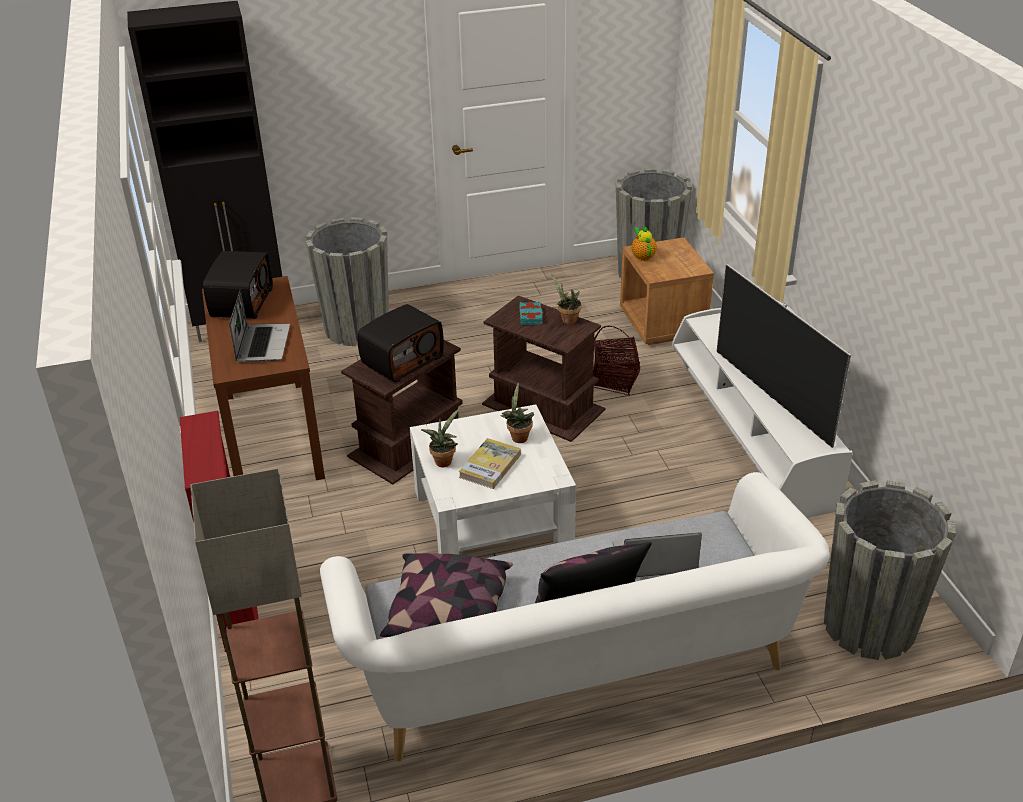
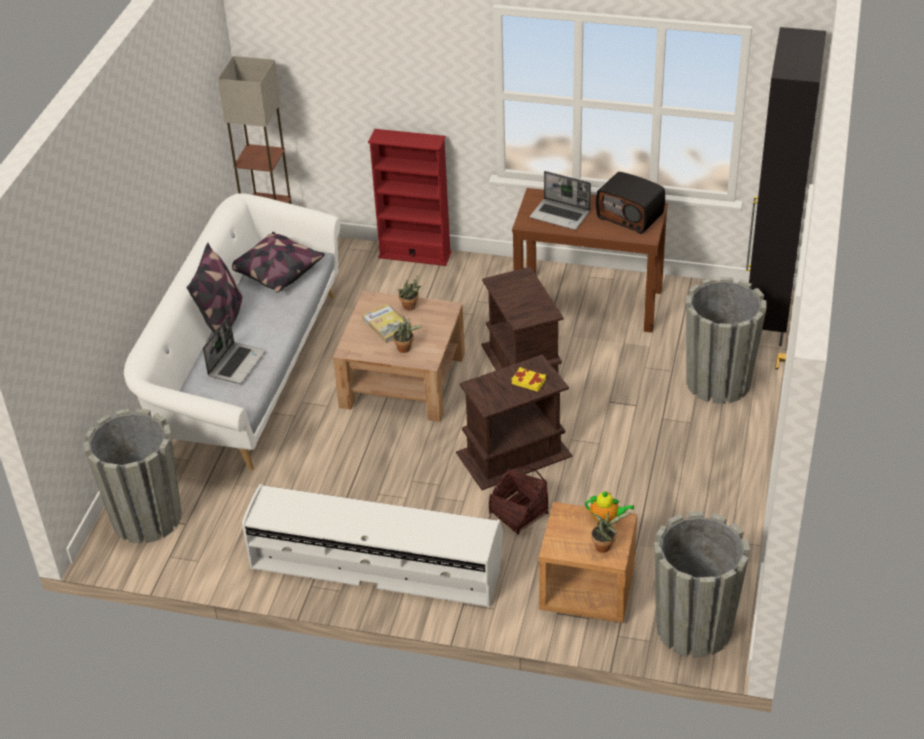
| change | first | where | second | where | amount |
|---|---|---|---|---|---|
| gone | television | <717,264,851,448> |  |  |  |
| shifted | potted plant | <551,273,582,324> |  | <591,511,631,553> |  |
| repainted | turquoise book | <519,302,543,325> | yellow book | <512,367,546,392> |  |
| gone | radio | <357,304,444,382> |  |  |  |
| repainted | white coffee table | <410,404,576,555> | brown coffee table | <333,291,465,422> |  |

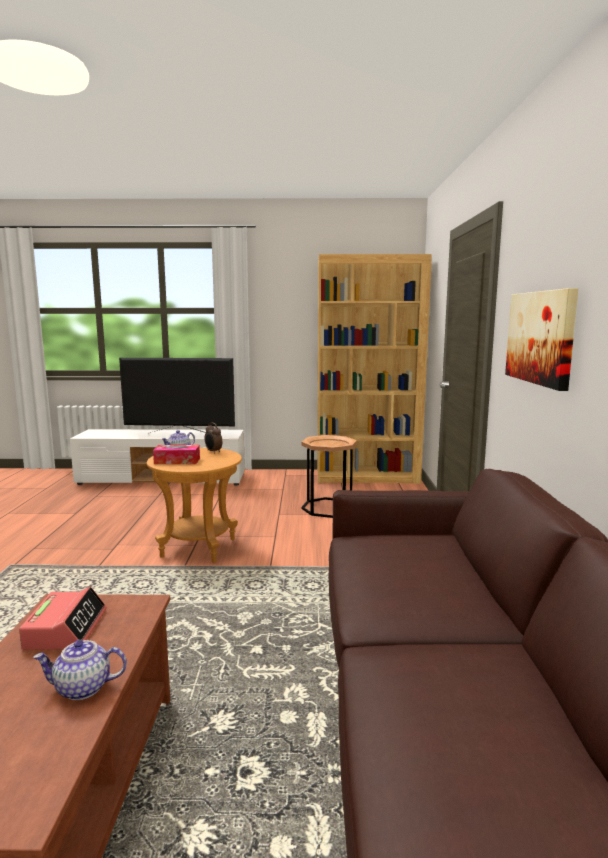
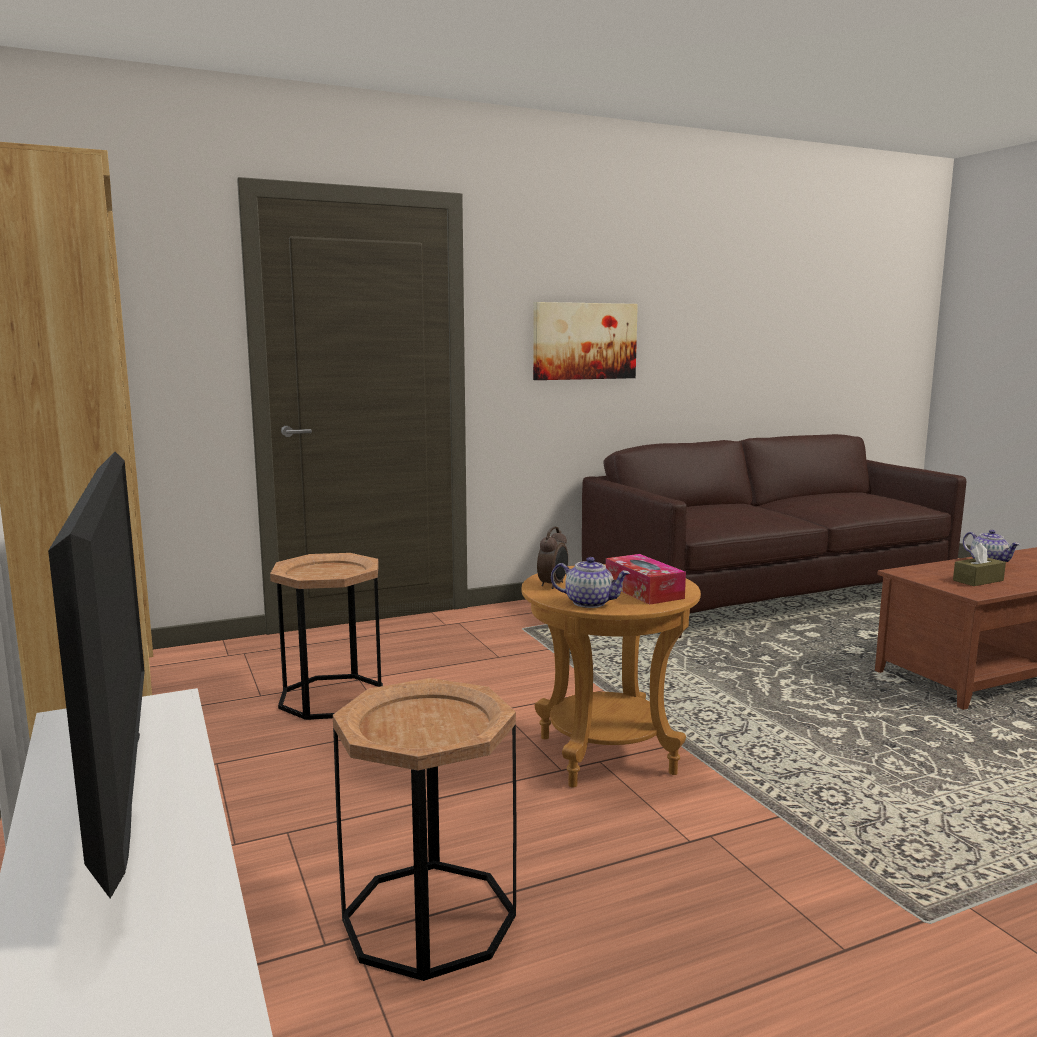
| change | first | where | second | where | amount |
|---|---|---|---|---|---|
| swapped | alarm clock | <19,587,107,650> | brown tissue box | <953,543,1006,586> |  |
| new |  |  | brown side table | <333,678,516,981> |  |

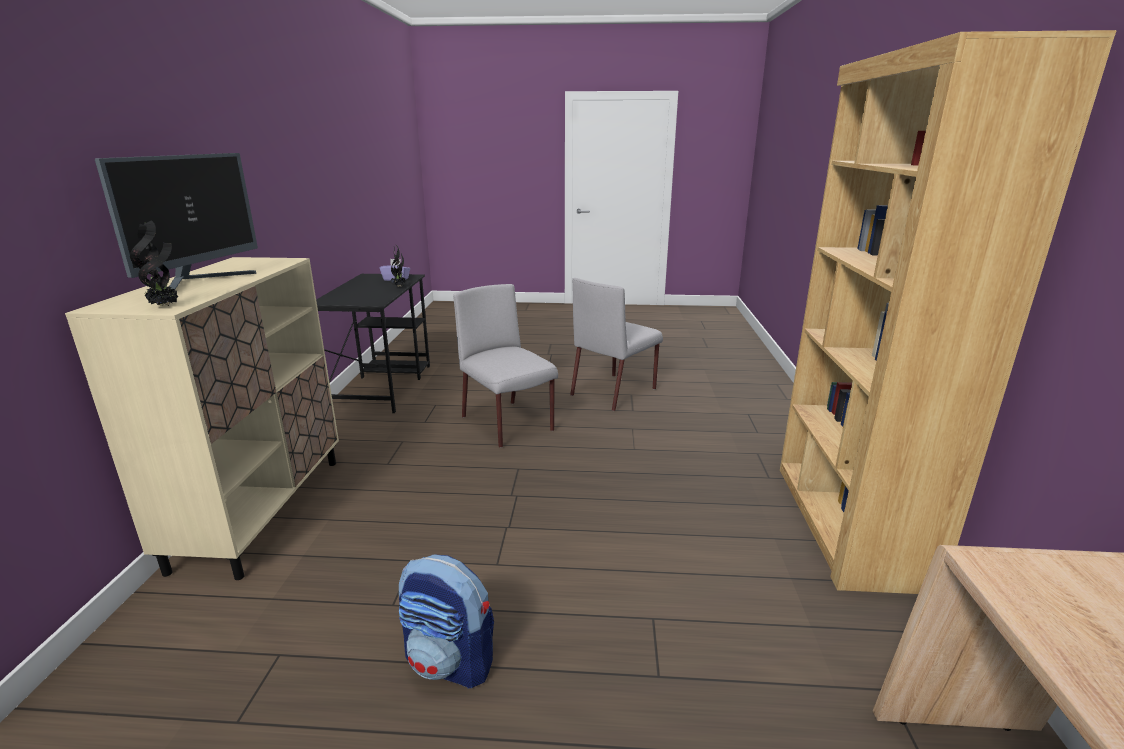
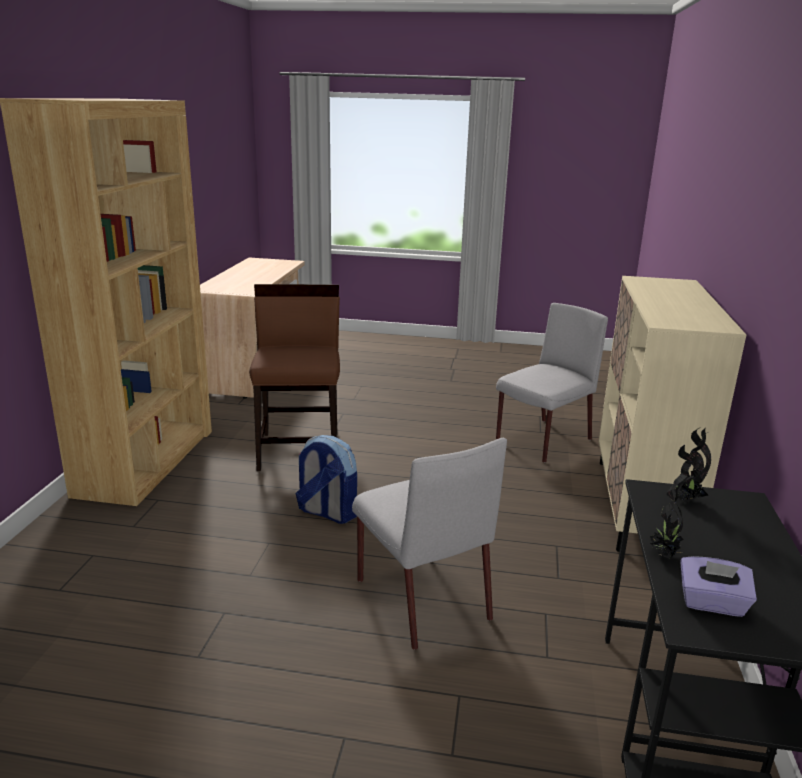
| change | first | where | second | where | amount |
|---|---|---|---|---|---|
| gone | monitor | <95,153,258,290> |  |  |  |
| shifted | potted plant | <130,220,179,306> |  | <674,427,711,502> |  |
| shifted | grey chair | <570,278,663,411> |  | <496,303,608,463> |  |
| shifted | backpack | <399,554,494,688> |  | <296,435,357,524> |  |
| new |  |  | brown chair | <249,284,340,471> |  |

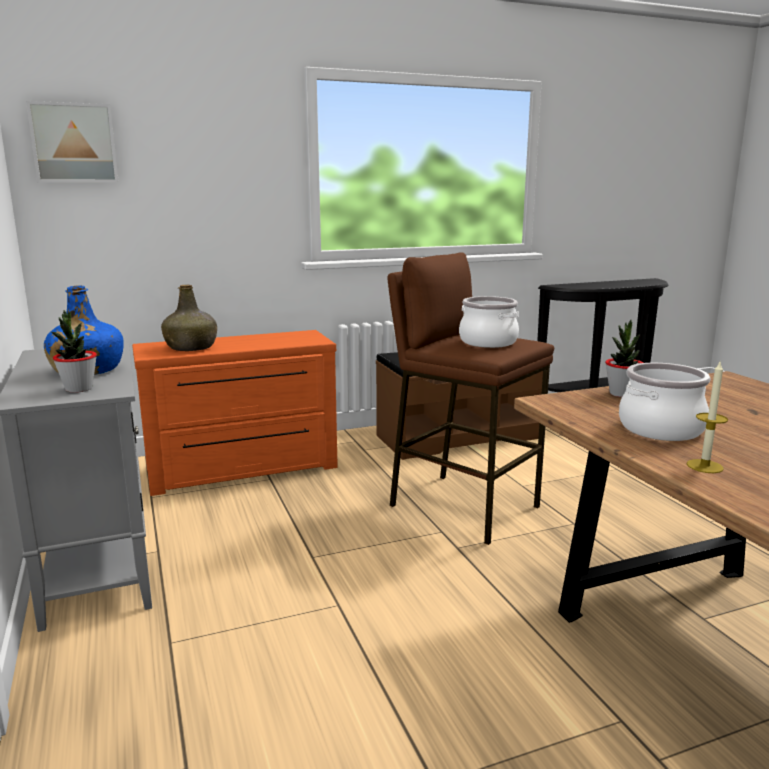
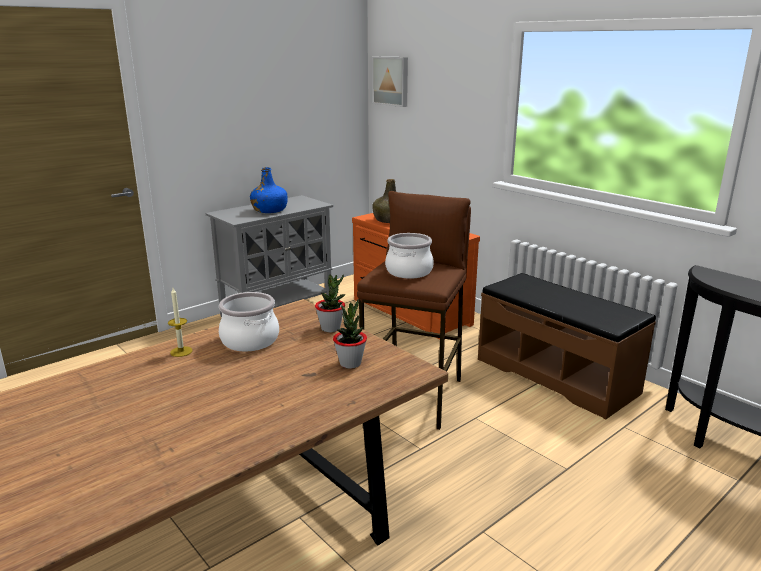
| change | first | where | second | where | amount |
|---|---|---|---|---|---|
| shifted | potted plant | <51,310,97,393> |  | <333,299,367,369> |  |

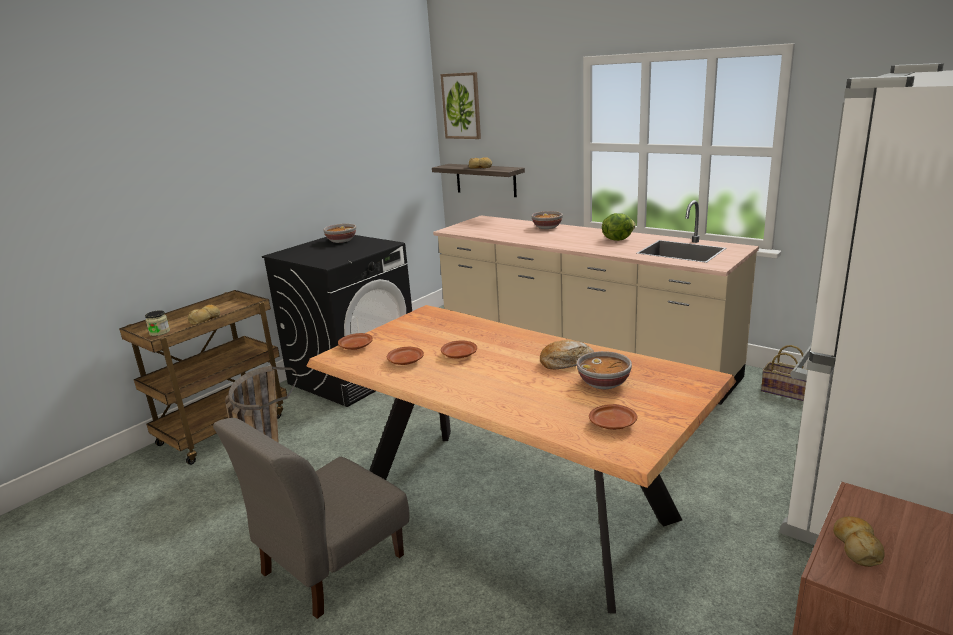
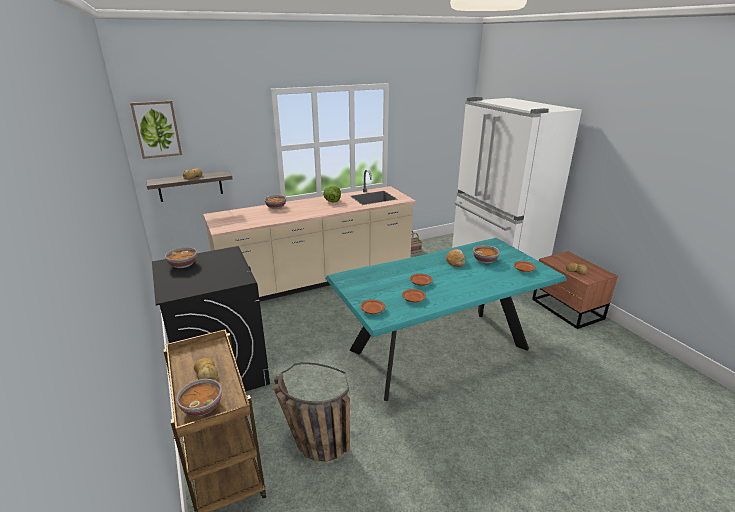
| change | first | where | second | where | amount |
|---|---|---|---|---|---|
| repainted | brown dining table | <306,305,736,614> | turquoise dining table | <325,238,567,401> |  |
| swapped | jar | <145,310,170,336> | bowl | <176,379,222,416> |  |
| gone | grey chair | <213,418,409,619> |  |  |  |

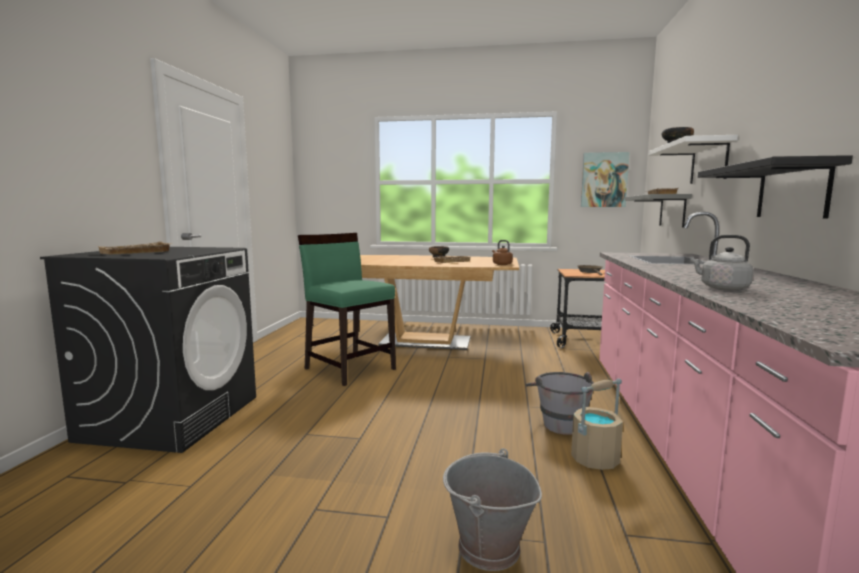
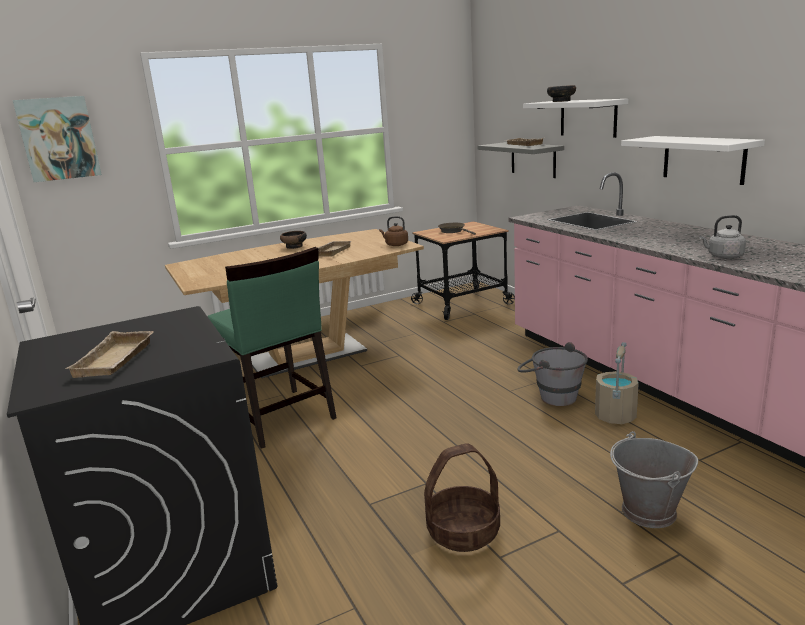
| change | first | where | second | where | amount |
|---|---|---|---|---|---|
| shifted | picture | <581,152,630,207> |  | <13,96,102,182> |  |
| repainted | black shelf | <698,155,853,219> | white shelf | <621,136,765,185> |  |
| rotated | green chair | <298,233,396,386> |  | <207,247,337,449> | 135 degrees counterclockwise |
| new |  |  | basket | <424,443,500,552> |  |

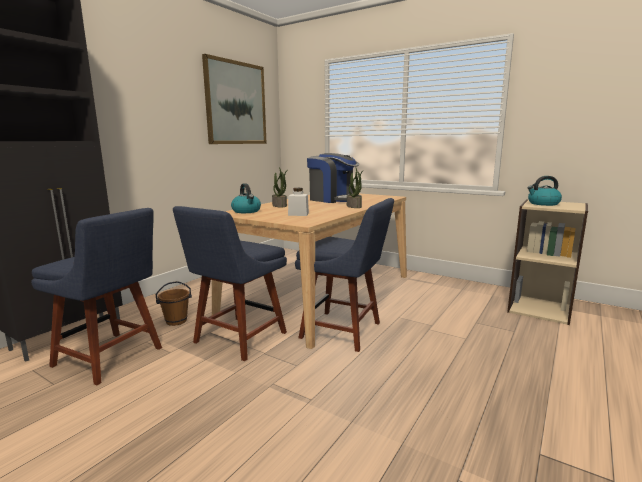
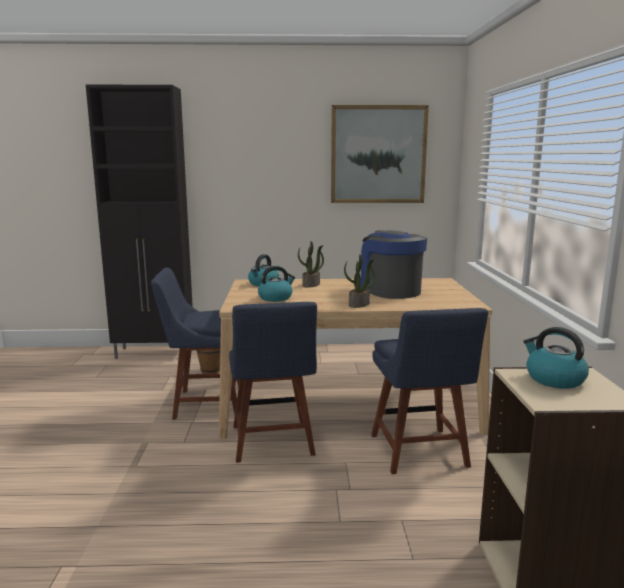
| change | first | where | second | where | amount |
|---|---|---|---|---|---|
| rotated | coffee machine | <307,153,362,203> |  | <360,230,427,299> | 150 degrees clockwise |
| swapped | white jar | <288,188,309,216> | kettle | <258,266,295,302> |  |
| shifted | blue chair | <31,208,162,386> |  | <371,308,488,474> |  |

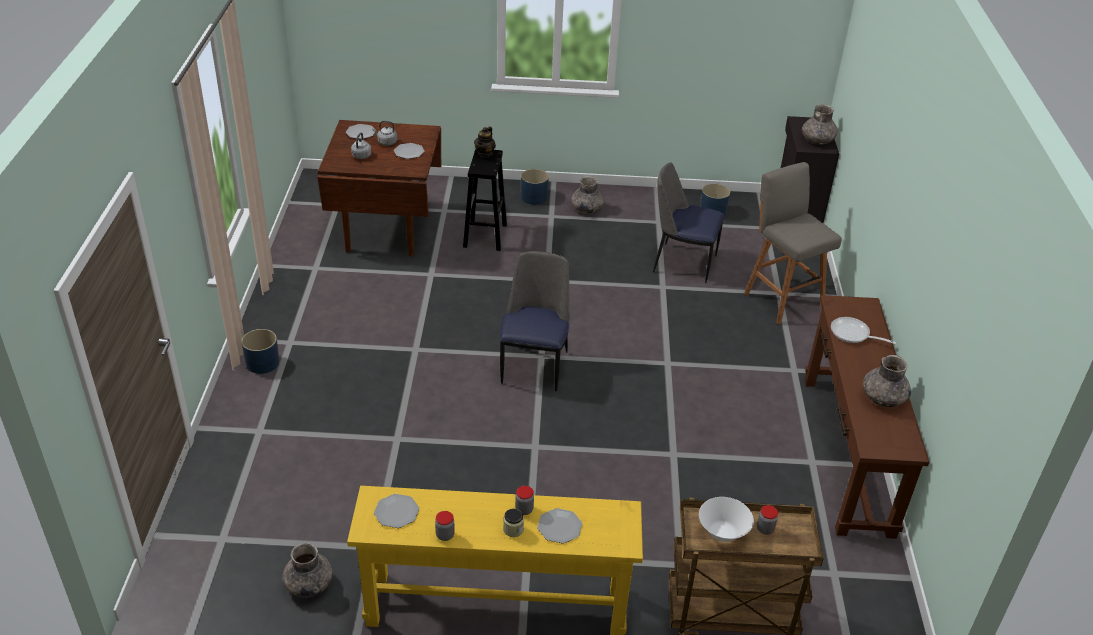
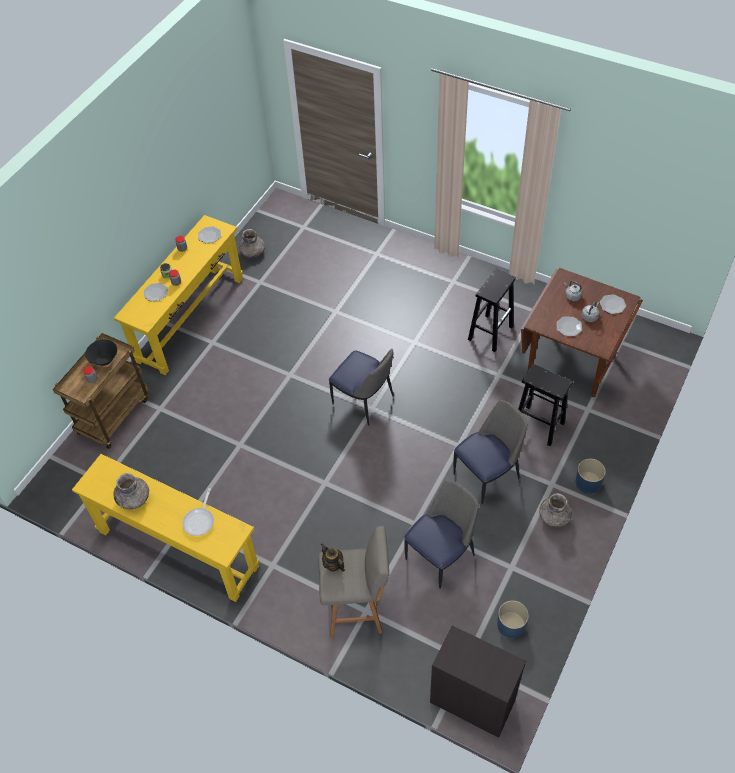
| change | first | where | second | where | amount |
|---|---|---|---|---|---|
| gone | grey vase | <802,104,838,144> |  |  |  |
| shifted | teapot | <474,126,496,158> |  | <321,543,345,571> |  |
| repainted | brown console table | <805,295,929,539> | yellow console table | <72,454,260,602> |  |
| rotated | frying pan | <831,317,896,344> |  | <182,488,214,536> | 135 degrees clockwise |
| gone | blue planter | <241,329,279,374> |  |  |  |
| repainted | white bowl | <699,497,754,542> | black bowl | <85,340,117,366> |  |
| new |  |  | black stool | <468,269,516,352> |  |
| new |  |  | chair | <453,400,528,504> |  |

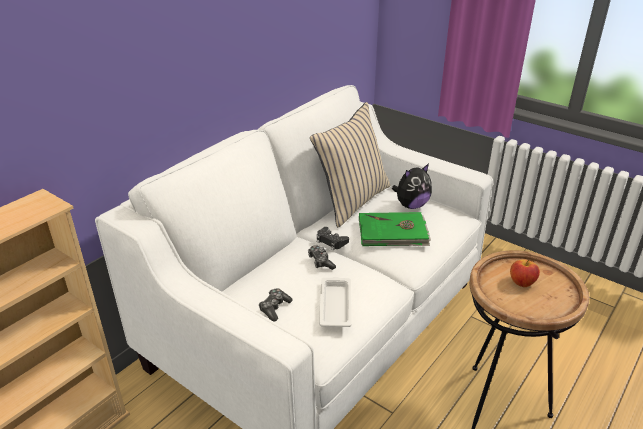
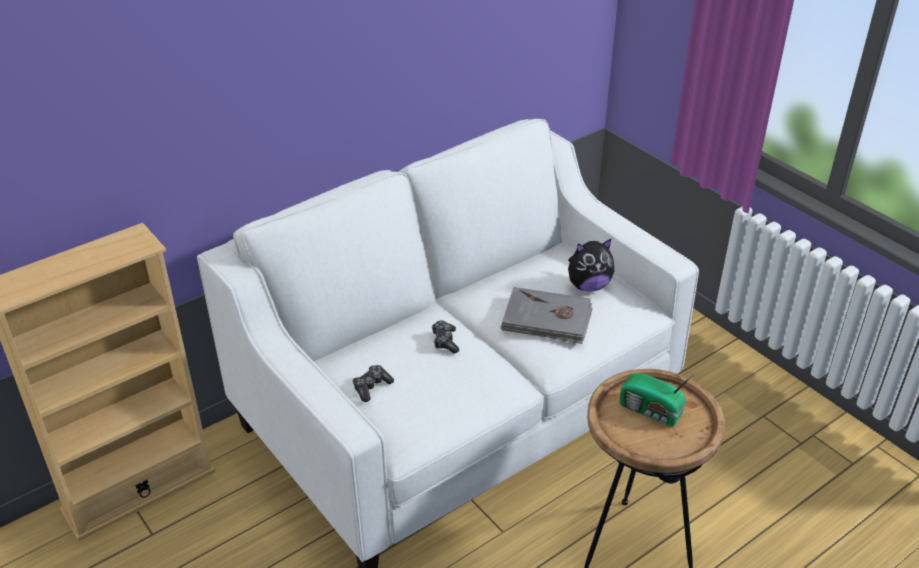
| change | first | where | second | where | amount |
|---|---|---|---|---|---|
| gone | beige pillow | <310,102,390,227> |  |  |  |
| repainted | green book | <359,212,431,246> | grey book | <500,287,593,344> |  |
| gone | black game controller | <317,227,349,251> |  |  |  |
| swapped | apple | <510,259,540,287> | radio | <619,372,696,427> |  |
| gone | white tray | <319,277,352,327> |  |  |  |

